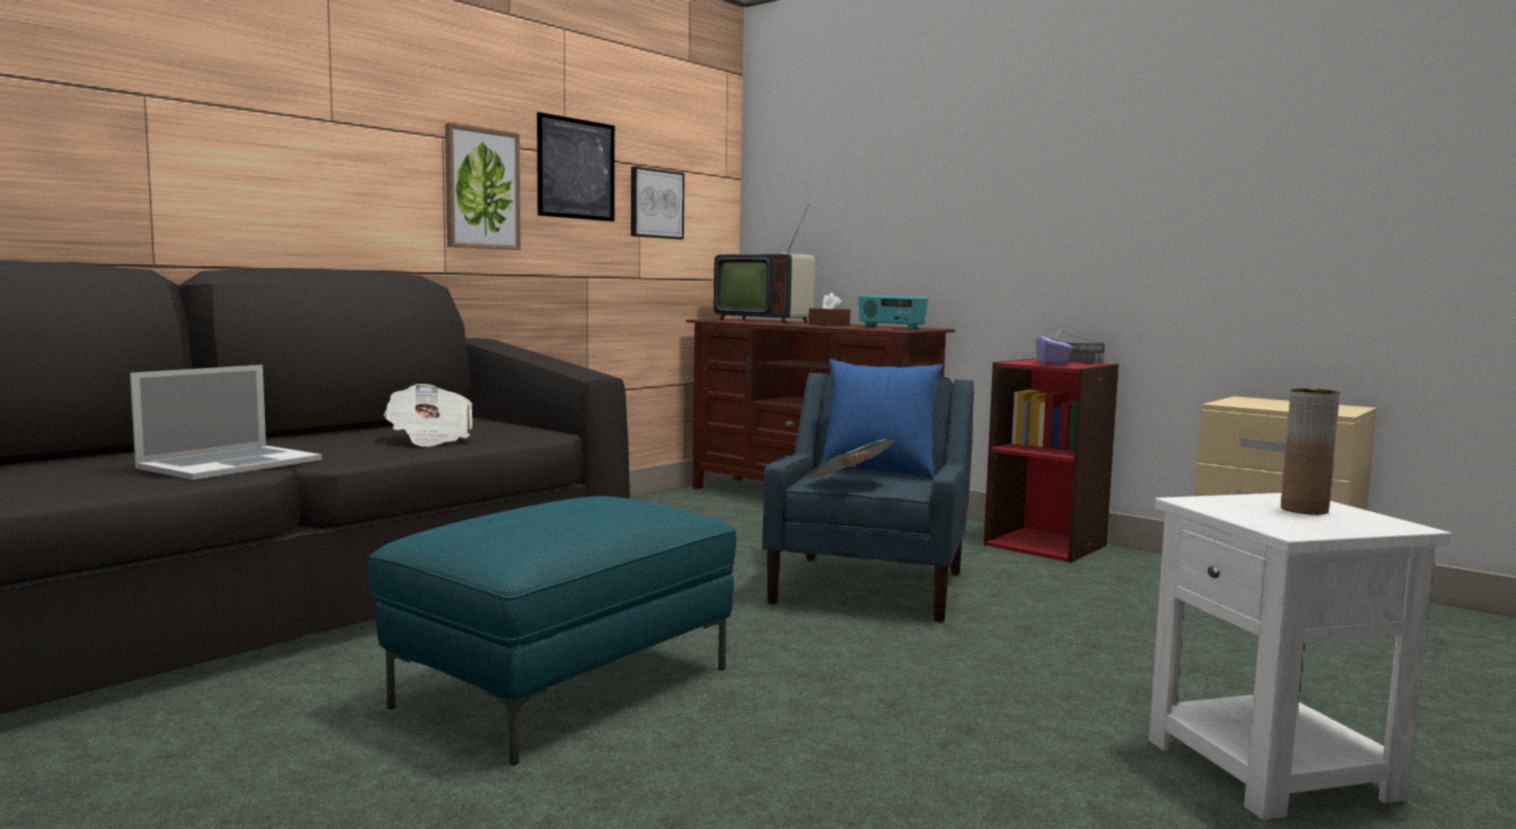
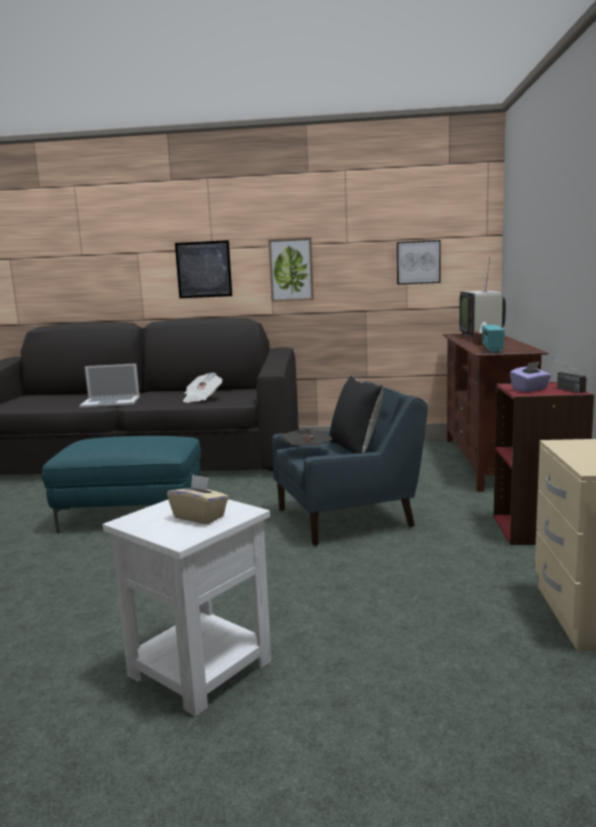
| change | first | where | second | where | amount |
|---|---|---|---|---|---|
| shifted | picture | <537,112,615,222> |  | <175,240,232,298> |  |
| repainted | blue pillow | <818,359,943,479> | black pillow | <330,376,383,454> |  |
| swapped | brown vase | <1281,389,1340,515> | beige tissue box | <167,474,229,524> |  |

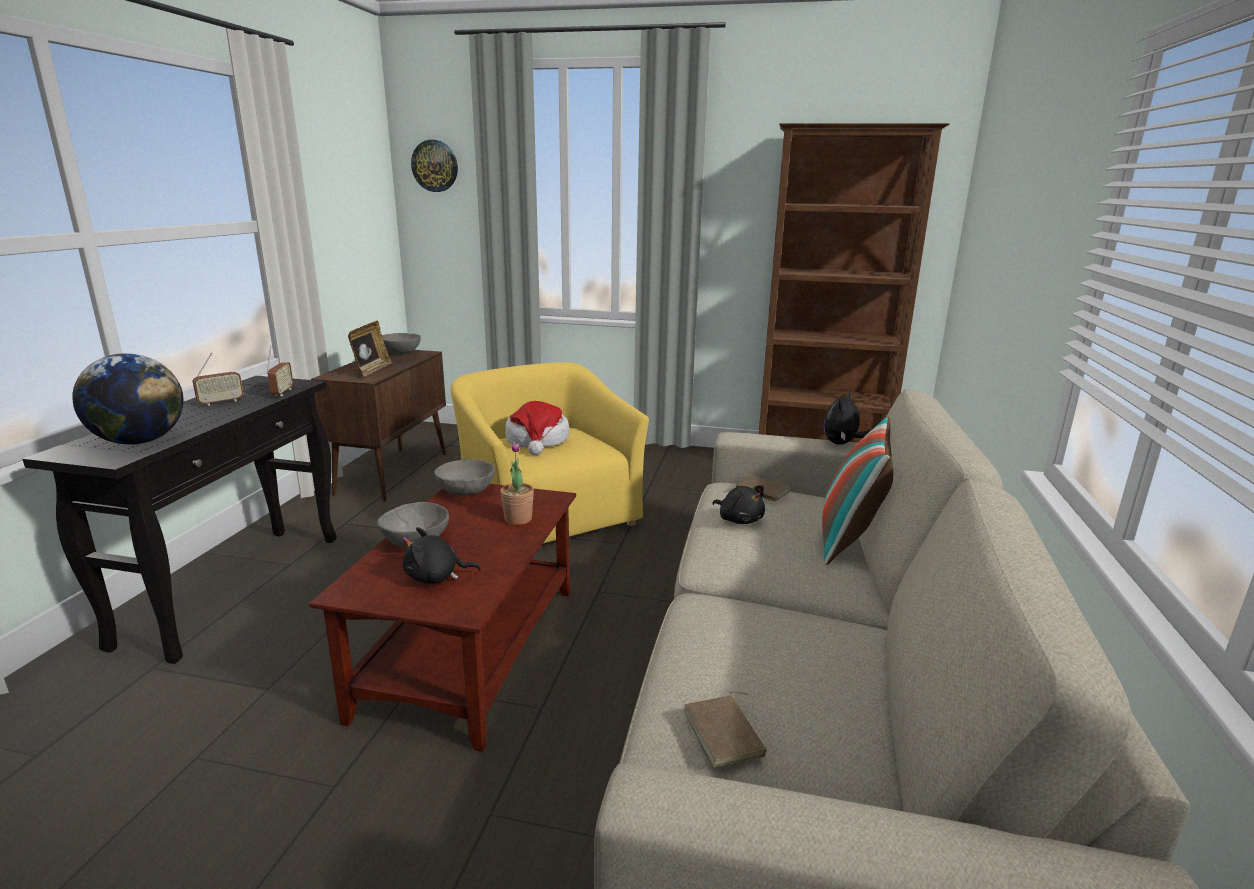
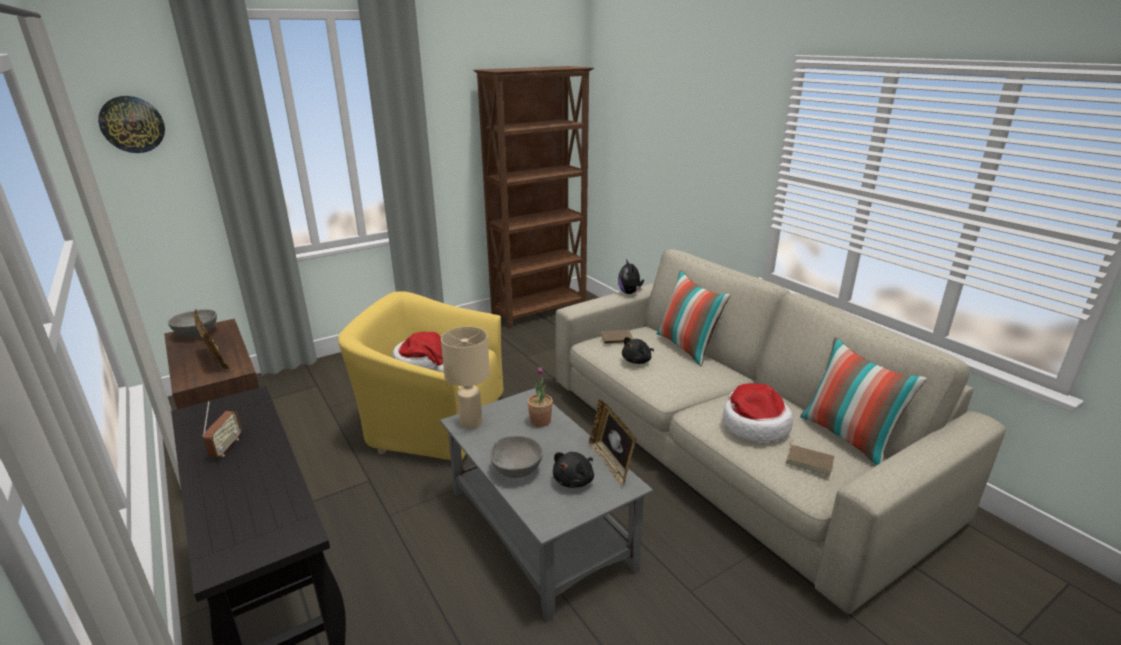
| change | first | where | second | where | amount |
|---|---|---|---|---|---|
| gone | radio | <267,346,293,396> |  |  |  |
| gone | globe | <72,353,184,445> |  |  |  |
| swapped | grey bowl | <434,459,495,495> | beige table lamp | <441,327,490,429> |  |
| repainted | brown coffee table | <309,484,576,752> | grey coffee table | <440,388,653,622> |  |
| rotated | black plush toy | <712,485,765,524> |  | <622,337,654,364> | 135 degrees clockwise |
| new |  |  | pillow | <800,337,927,465> |  |
| new |  |  | hat | <723,383,793,442> |  |
| new |  |  | picture frame | <589,399,636,487> |  |

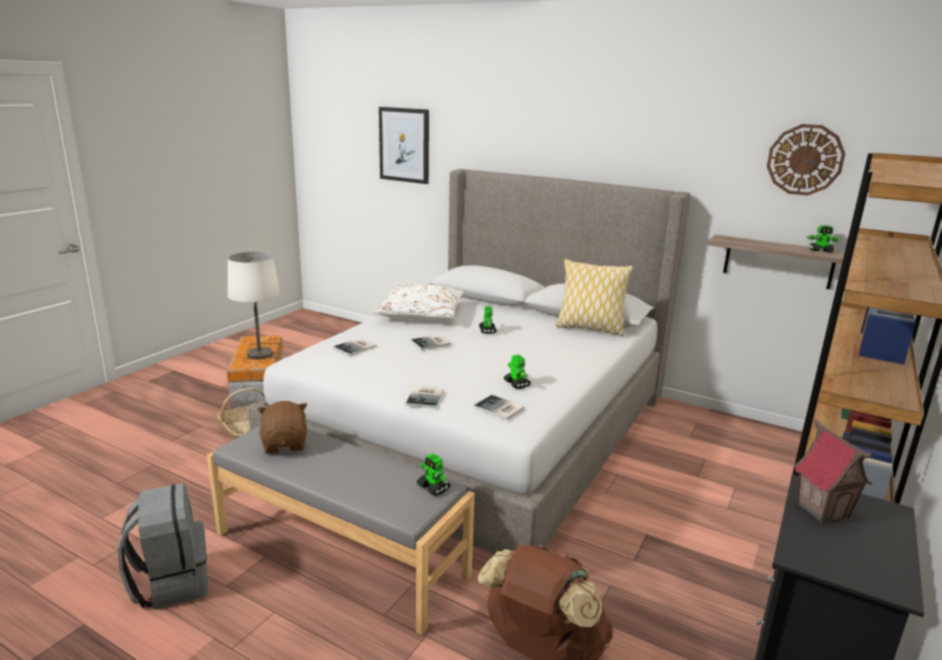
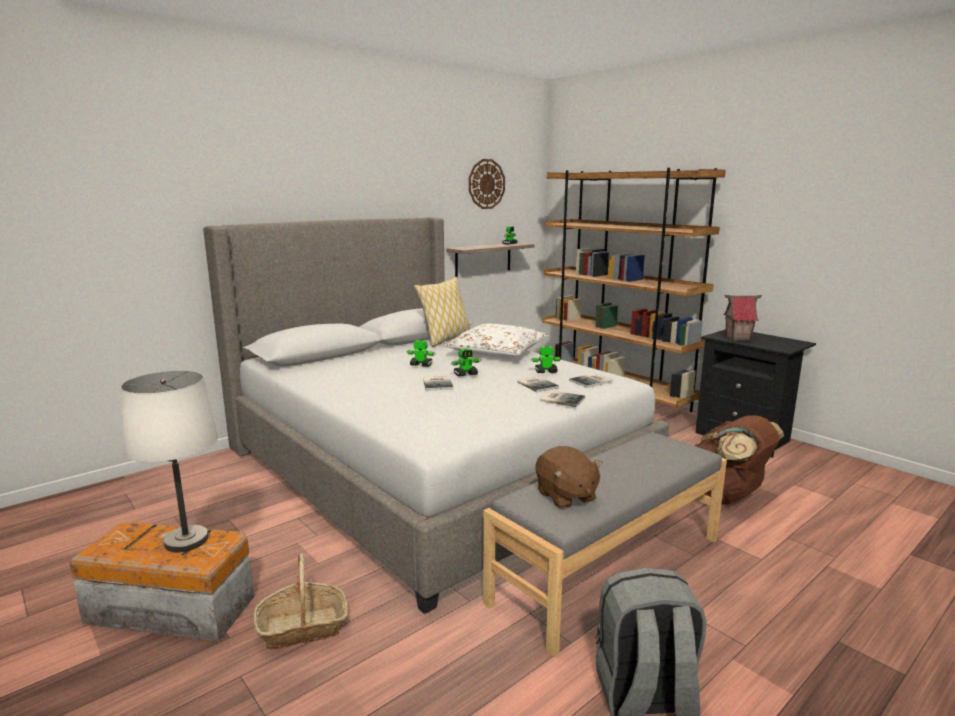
| change | first | where | second | where | amount |
|---|---|---|---|---|---|
| gone | picture | <379,107,429,184> |  |  |  |
| shifted | white pillow | <374,284,464,321> |  | <444,324,548,358> |  |
| shifted | book | <333,338,377,356> |  | <517,376,559,392> |  |
| rotated | brown plush toy | <257,401,307,454> |  | <536,446,603,509> | 120 degrees counterclockwise |
| shifted | toy robot | <416,453,451,496> |  | <451,348,481,377> |  |

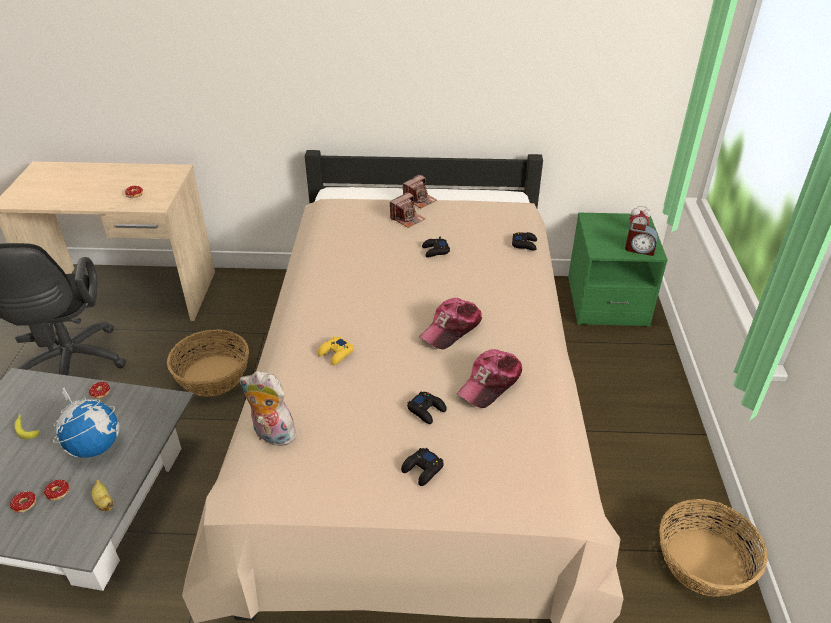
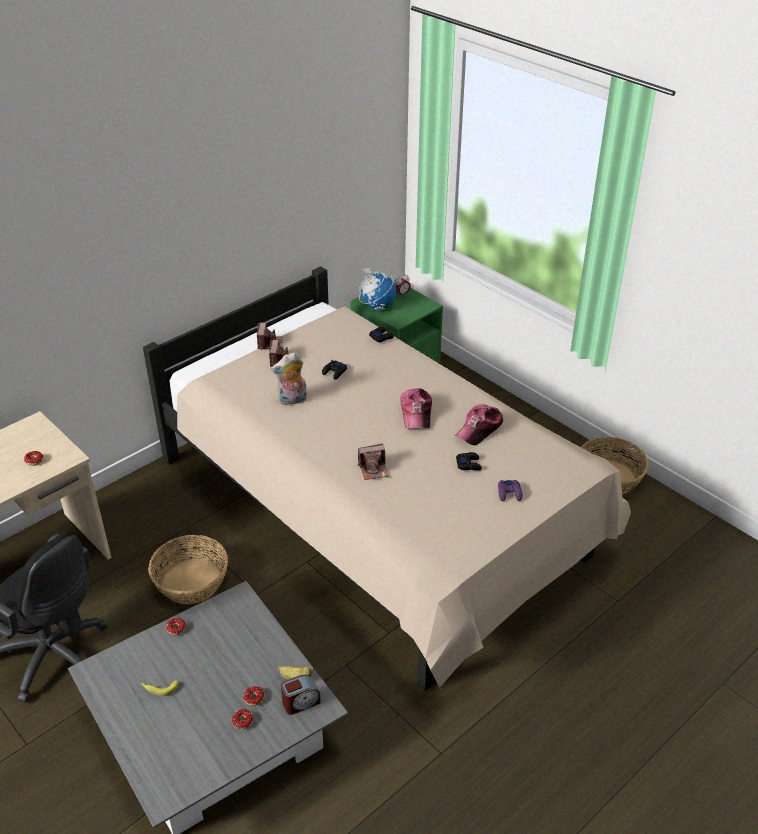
| change | first | where | second | where | amount |
|---|---|---|---|---|---|
| shifted | alarm clock | <625,223,658,256> |  | <281,675,321,715> |  |
| swapped | yellow game controller | <318,336,353,365> | photo camera | <358,444,388,480> |  |
| rotated | cap | <457,349,522,408> |  | <455,404,503,445> | 45 degrees clockwise |
| shifted | plush toy | <239,371,298,446> |  | <271,352,307,406> |  |
| shifted | globe | <53,388,120,458> |  | <359,268,396,310> |  |
| repainted | black game controller | <401,448,444,486> | purple game controller | <498,480,523,501> |  |

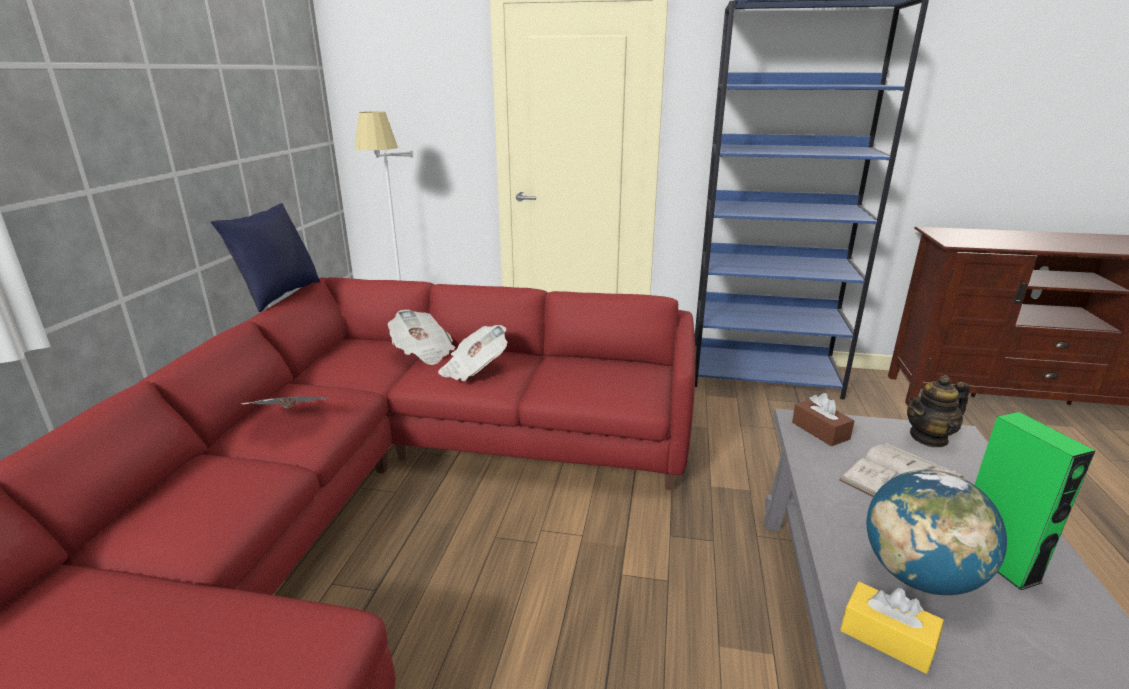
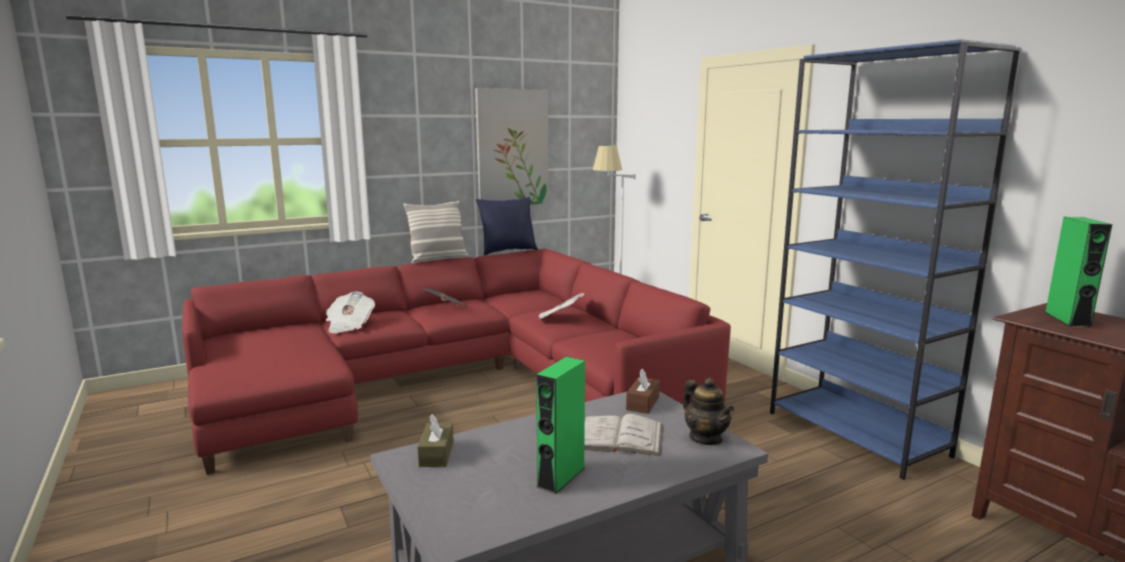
| change | first | where | second | where | amount |
|---|---|---|---|---|---|
| shifted | newspaper | <388,309,455,365> |  | <326,292,375,333> |  |
| rotated | teapot | <907,375,970,447> |  | <683,378,734,445> | 150 degrees counterclockwise |
| gone | globe | <867,470,1007,595> |  |  |  |
| repainted | yellow tissue box | <840,582,944,674> | brown tissue box | <418,414,454,467> |  |
| new |  |  | picture | <475,88,549,205> |  |
| new |  |  | pillow | <403,201,469,264> |  |
| new |  |  | green speaker | <1045,217,1112,328> |  |

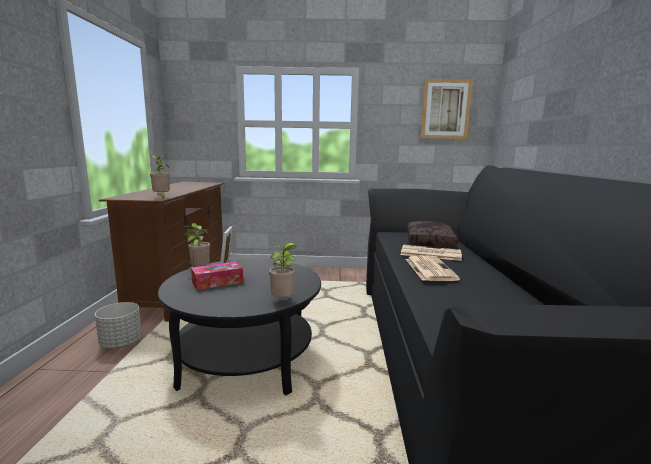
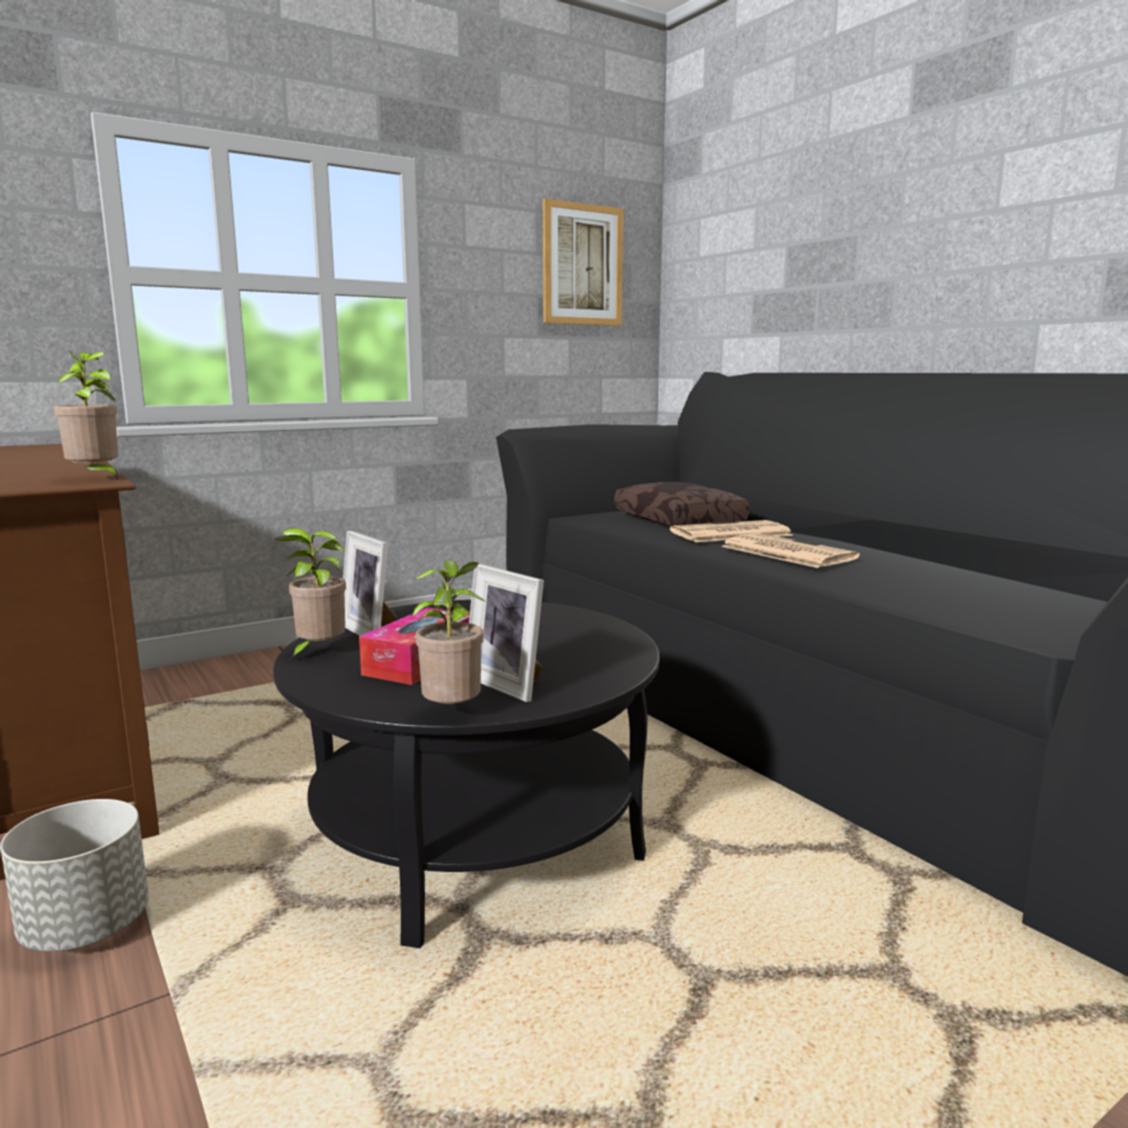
| change | first | where | second | where | amount |
|---|---|---|---|---|---|
| shifted | potted plant | <269,243,297,297> |  | <412,560,486,704> |  |
| new |  |  | picture frame | <469,564,544,702> |  |

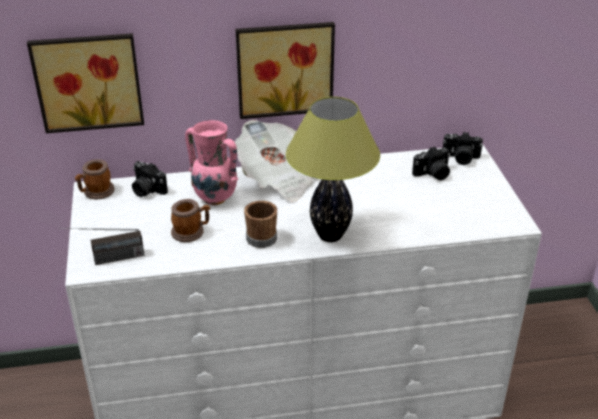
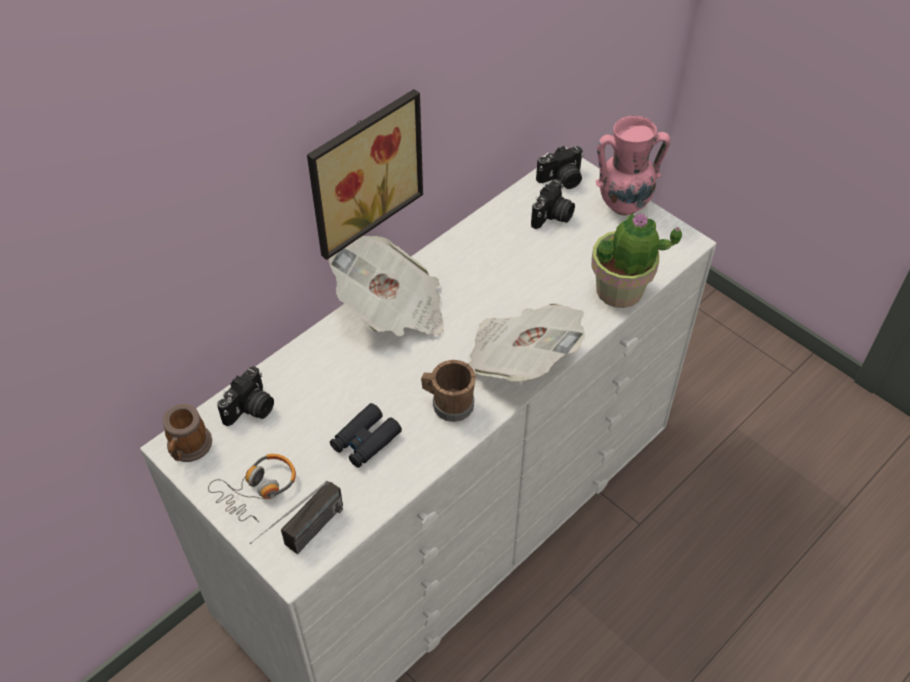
| change | first | where | second | where | amount |
|---|---|---|---|---|---|
| gone | picture | <27,33,144,133> |  |  |  |
| swapped | table lamp | <286,97,380,242> | newspaper | <468,303,585,382> |  |
| shifted | pink vase | <185,120,238,205> |  | <596,116,670,216> |  |
| rotated | photo camera | <132,161,168,197> |  | <217,366,274,426> | 60 degrees counterclockwise |
| swapped | mug | <171,199,210,242> | black binoculars | <330,403,402,468> |  |
| new |  |  | potted plant | <592,213,682,308> |  |
| new |  |  | headphones | <208,454,296,522> |  |

